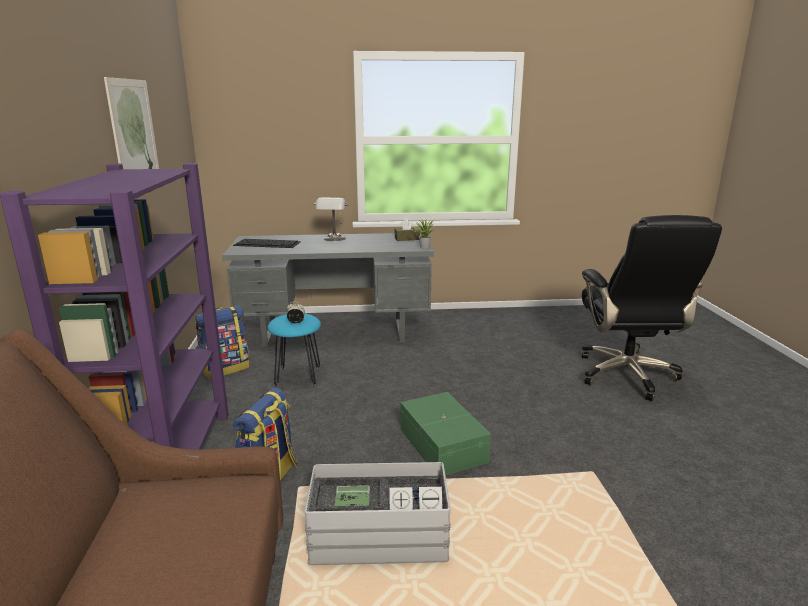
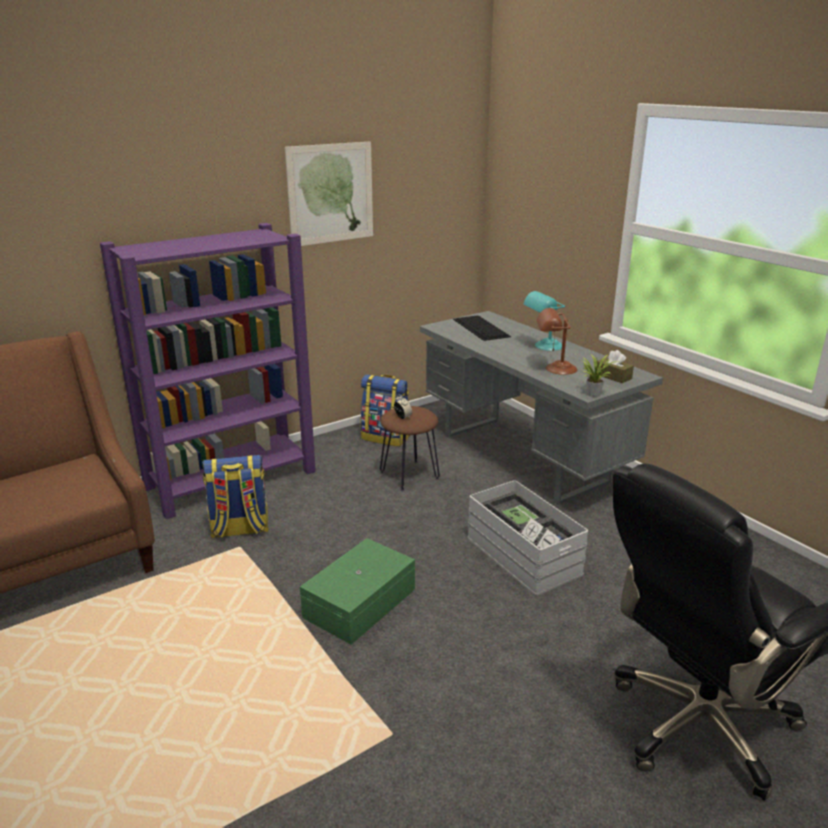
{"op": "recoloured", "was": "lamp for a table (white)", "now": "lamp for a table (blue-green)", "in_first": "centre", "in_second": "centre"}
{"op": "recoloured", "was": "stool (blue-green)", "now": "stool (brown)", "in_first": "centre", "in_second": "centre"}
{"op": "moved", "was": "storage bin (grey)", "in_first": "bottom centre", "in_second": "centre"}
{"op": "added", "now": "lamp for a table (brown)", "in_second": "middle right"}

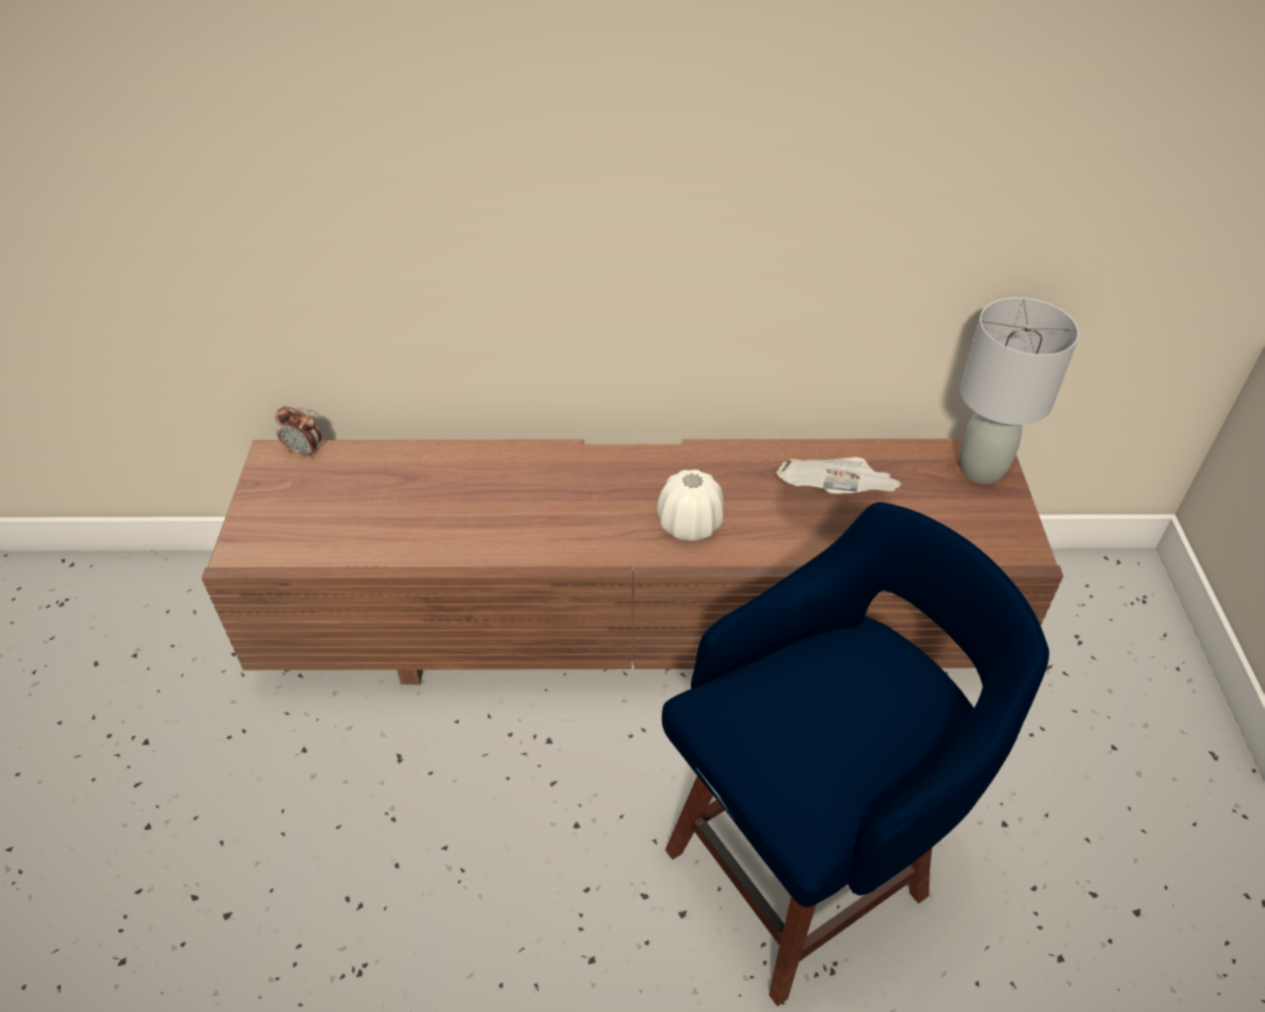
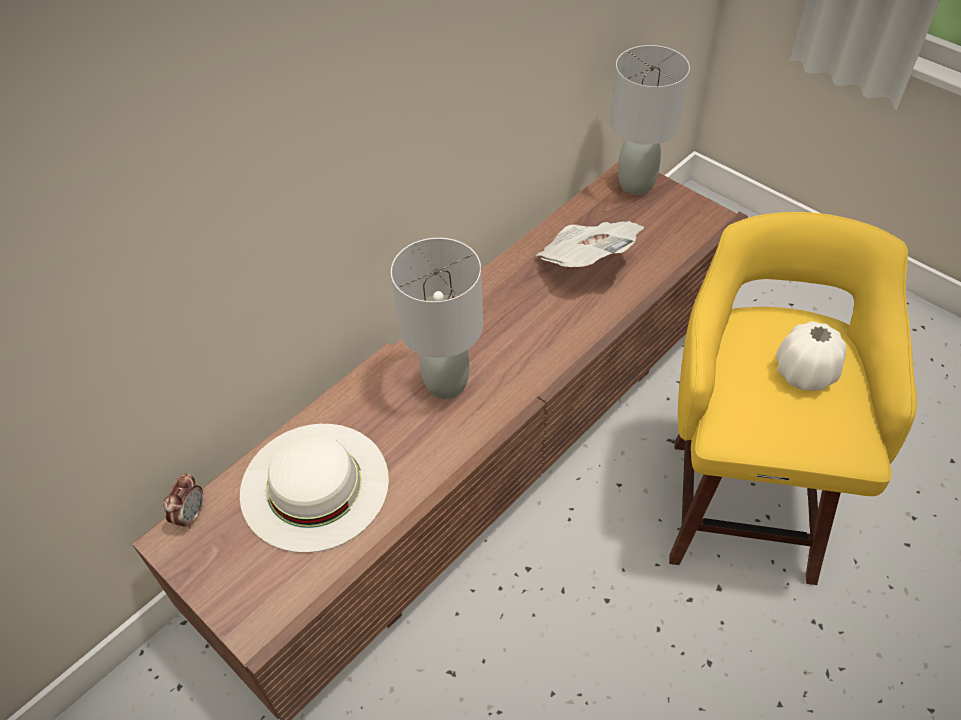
{"op": "turned", "was": "bedside clock", "in_first": "middle left", "in_second": "bottom left", "clockwise": -45}
{"op": "moved", "was": "decorative vase (white)", "in_first": "centre", "in_second": "middle right"}
{"op": "recoloured", "was": "stool (bluish)", "now": "stool (yellow-coloured)", "in_first": "bottom right", "in_second": "middle right"}
{"op": "added", "now": "lamp for a table (grey) (1st from left)", "in_second": "centre"}
{"op": "added", "now": "wearable hat (white)", "in_second": "bottom left"}

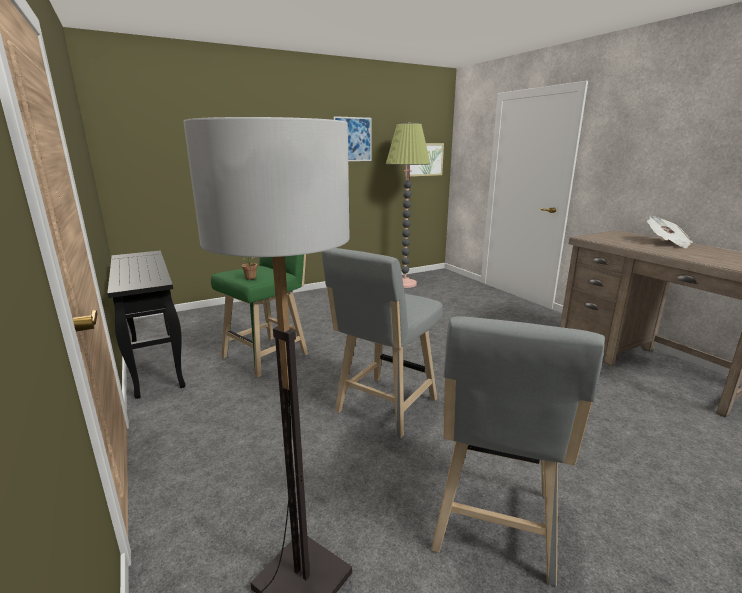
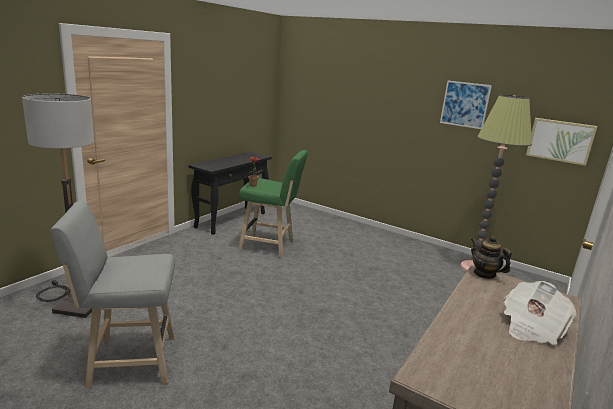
{"op": "removed", "was": "stool (grey) (1st from left)", "in_first": "centre"}
{"op": "added", "now": "pot for tea", "in_second": "middle right"}

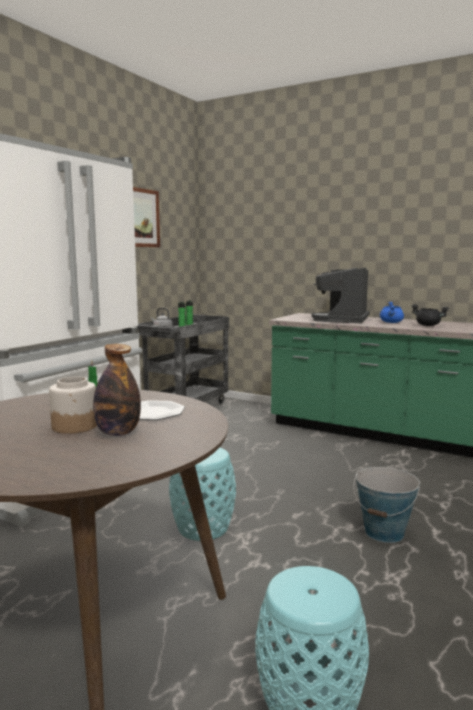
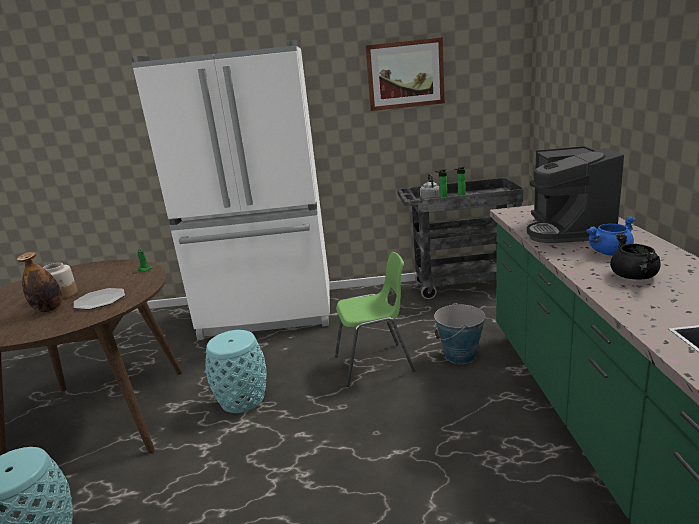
{"op": "turned", "was": "coffee brewer", "in_first": "middle right", "in_second": "middle right", "clockwise": -75}
{"op": "moved", "was": "bucket", "in_first": "bottom right", "in_second": "centre"}
{"op": "added", "now": "upright chair (green)", "in_second": "centre"}

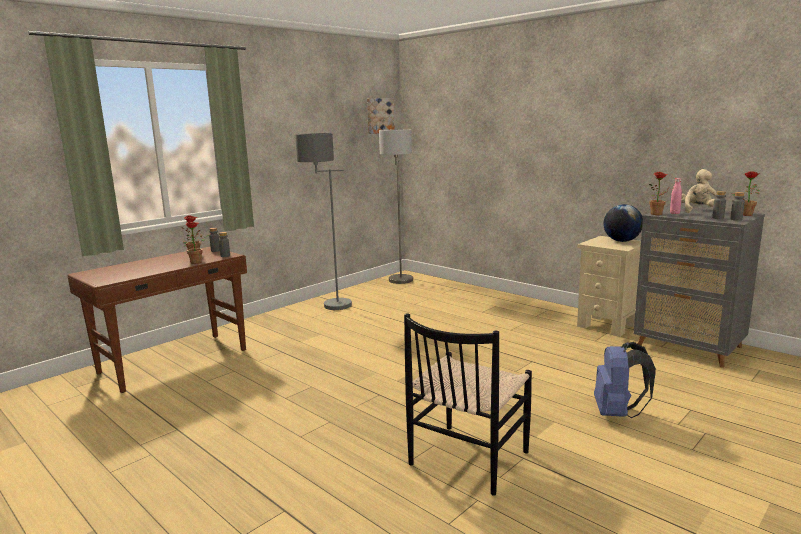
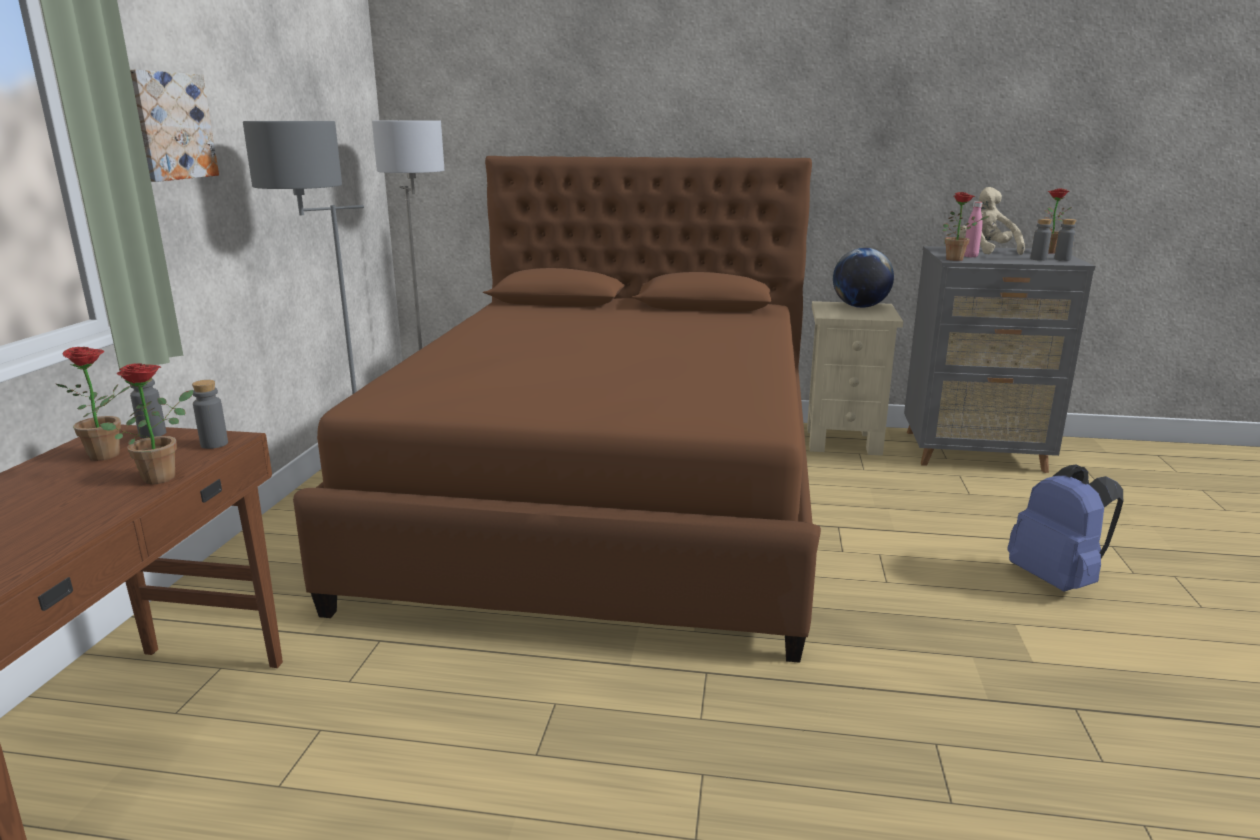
{"op": "moved", "was": "picture", "in_first": "top centre", "in_second": "top left"}
{"op": "removed", "was": "upright chair (black)", "in_first": "bottom centre"}
{"op": "added", "now": "sleeping bed (brown)", "in_second": "centre"}

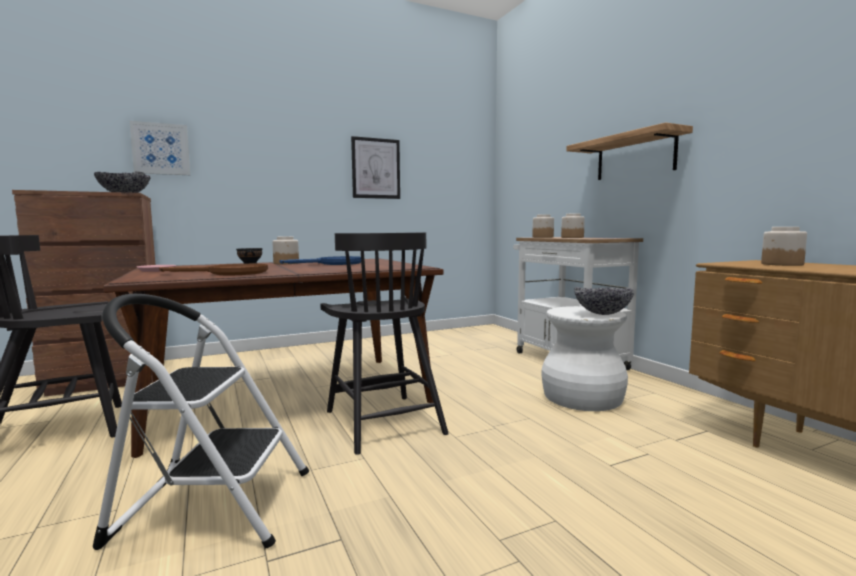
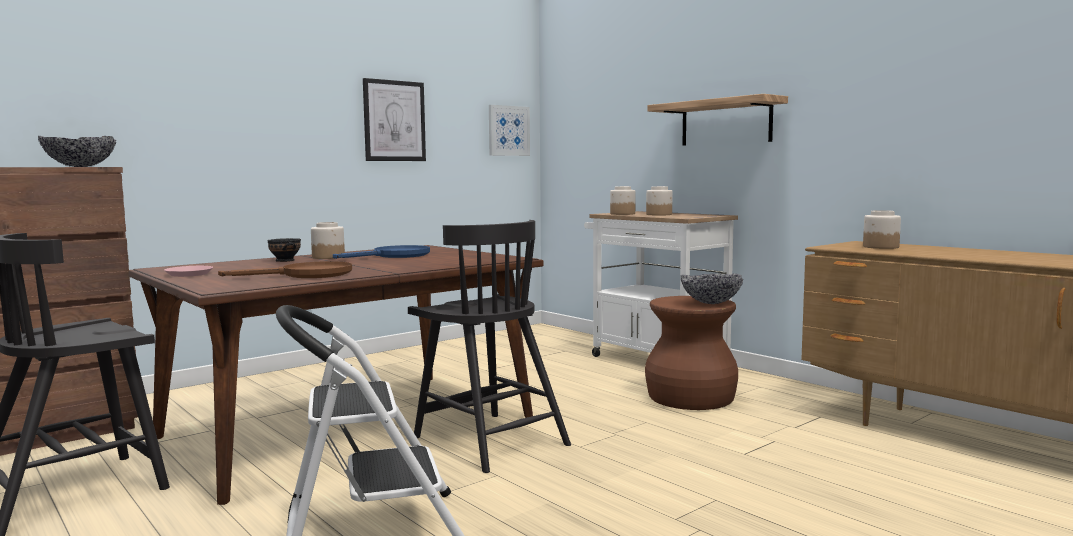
{"op": "moved", "was": "picture (1st from left in the first image)", "now": "picture (2nd from left)", "in_first": "top left", "in_second": "top centre"}
{"op": "recoloured", "was": "stool (white)", "now": "stool (brown)", "in_first": "middle right", "in_second": "centre"}

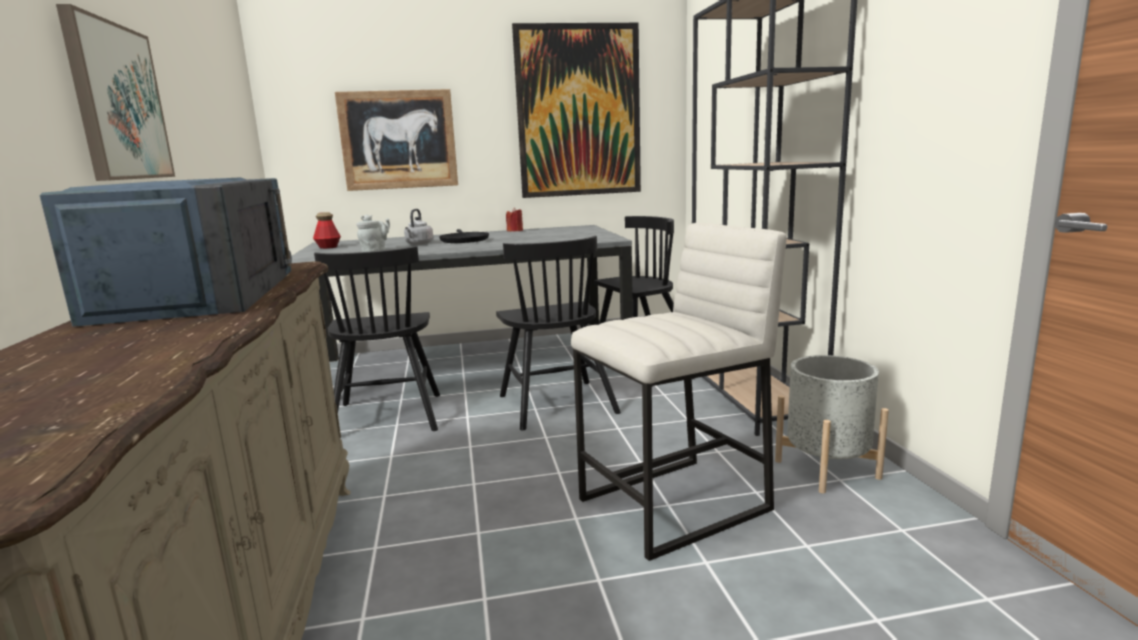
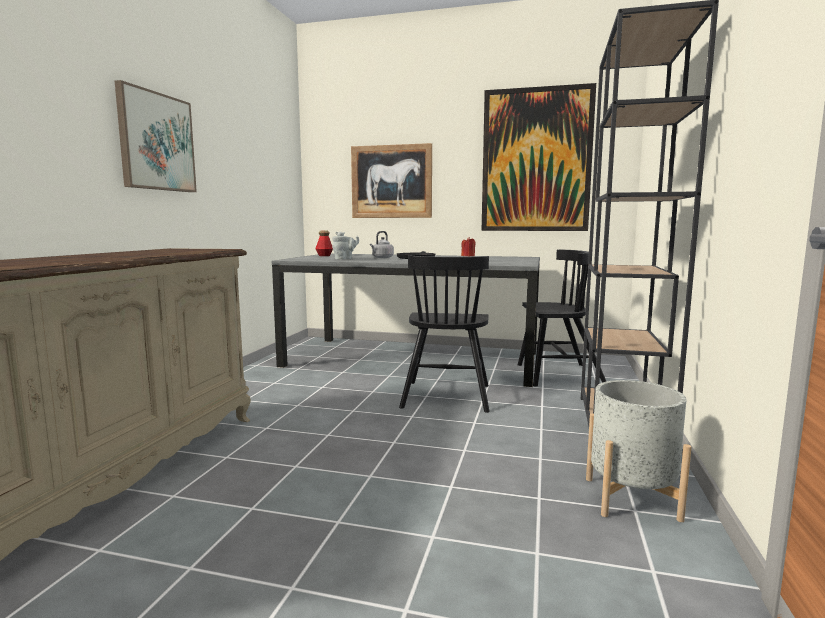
{"op": "removed", "was": "microwave (bluish)", "in_first": "middle left"}
{"op": "removed", "was": "stool (sand-coloured)", "in_first": "centre"}
{"op": "removed", "was": "upright chair (black) (1st from left)", "in_first": "middle left"}

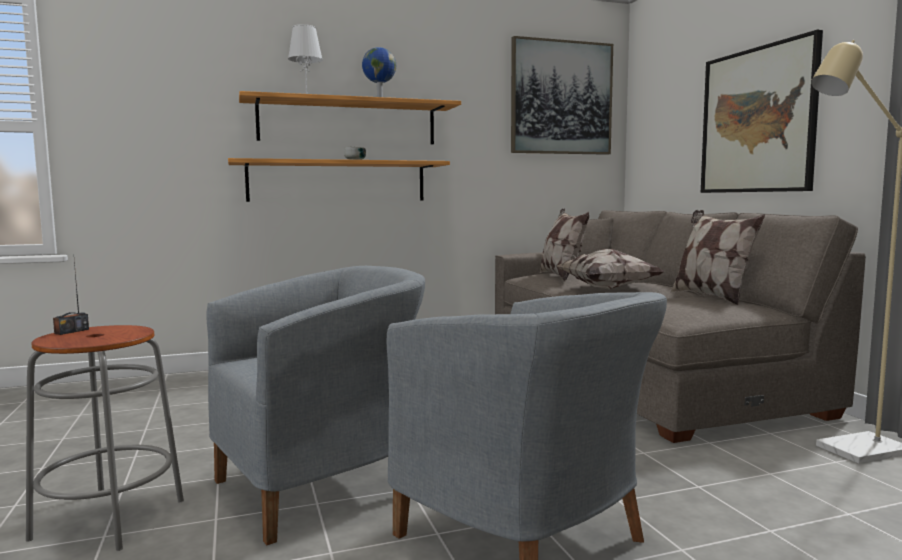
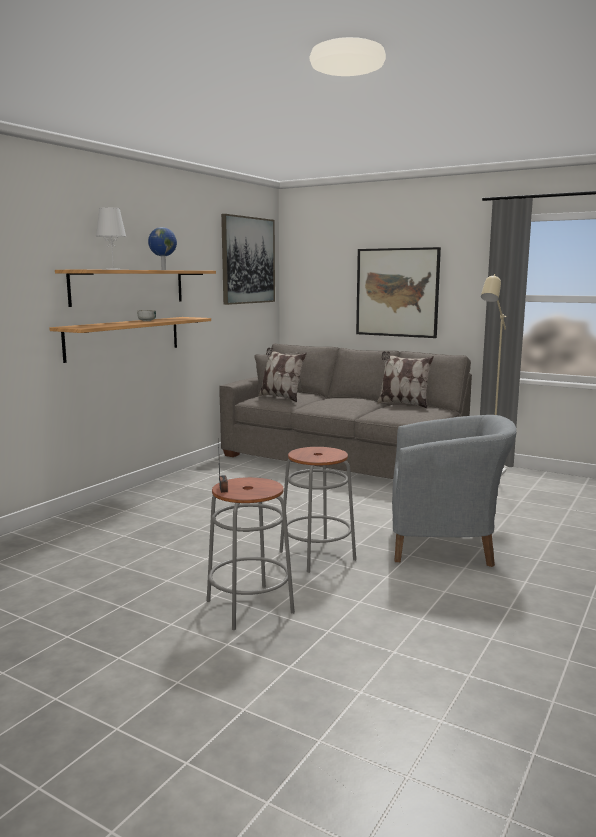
{"op": "removed", "was": "throw pillow (2nd from left)", "in_first": "middle right"}
{"op": "replaced", "was": "easy chair (grey) (1st from left)", "now": "stool (grey) (2nd from left)", "in_first": "bottom centre", "in_second": "centre"}

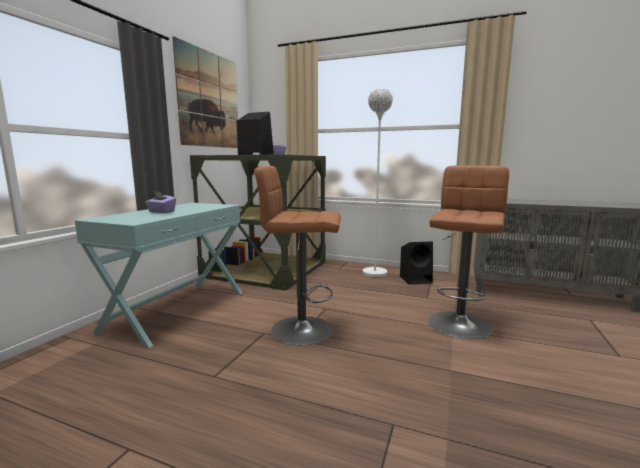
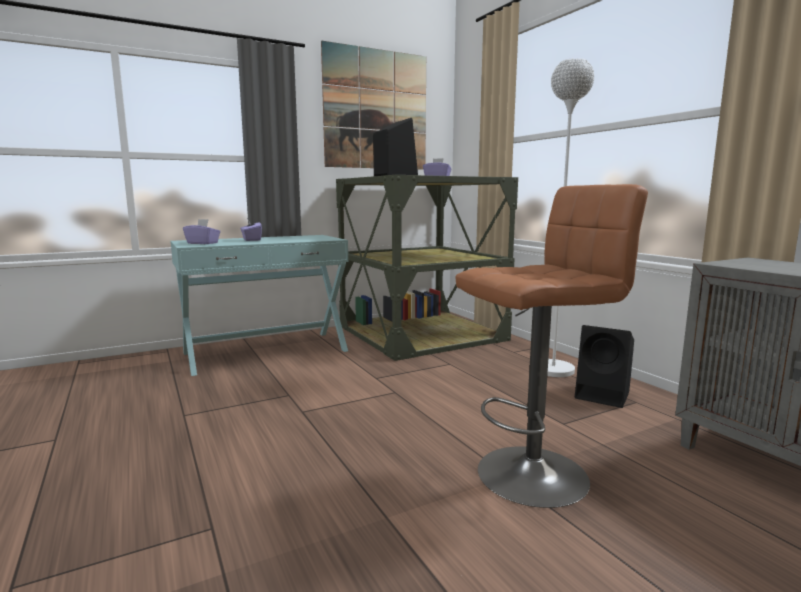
{"op": "removed", "was": "stool (brown) (1st from left)", "in_first": "centre"}
{"op": "added", "now": "tissue box (purple-coloured) (1st from left)", "in_second": "middle left"}

